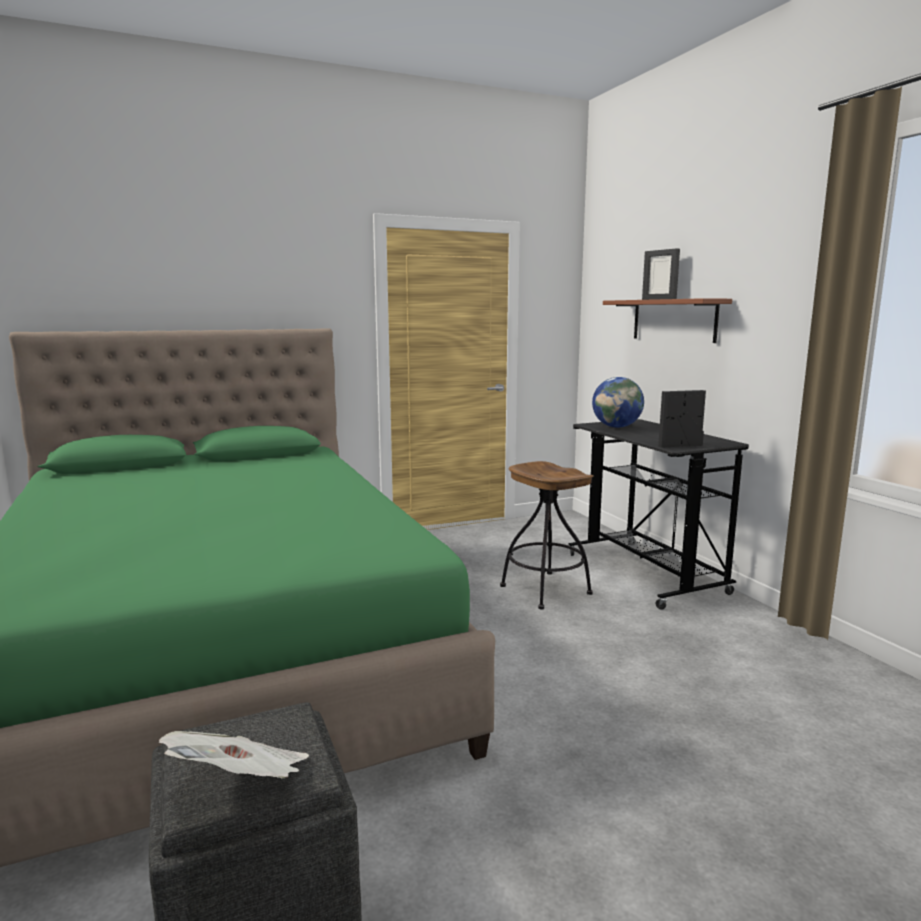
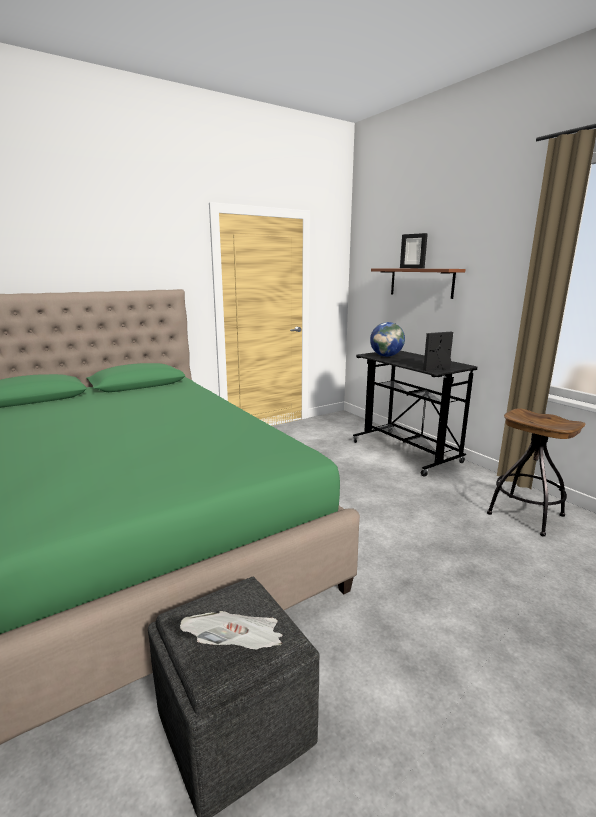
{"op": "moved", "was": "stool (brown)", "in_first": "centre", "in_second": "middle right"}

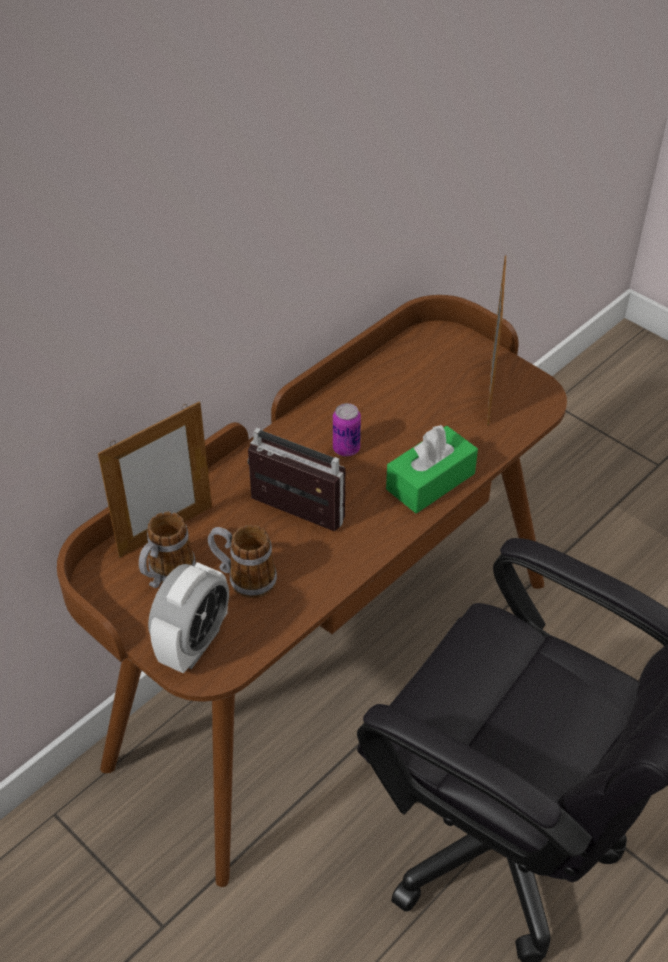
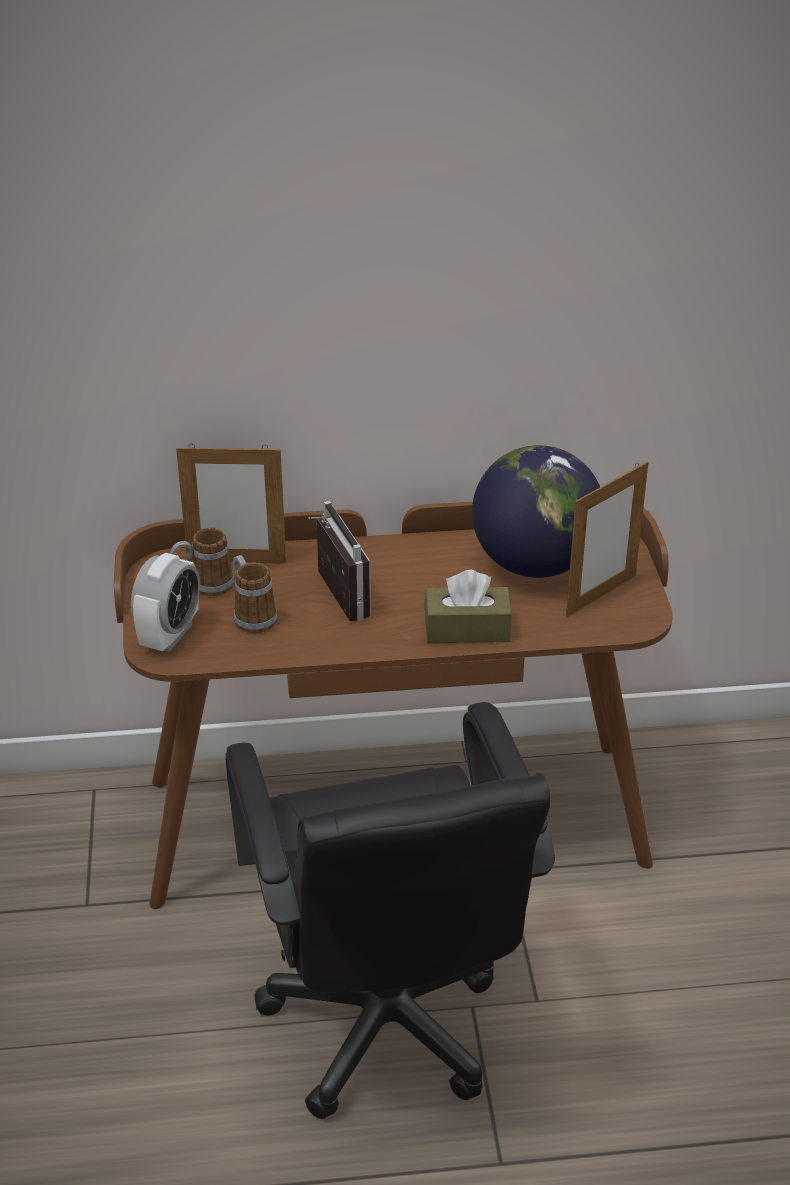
{"op": "removed", "was": "metal can", "in_first": "centre"}
{"op": "recoloured", "was": "tissue box (green)", "now": "tissue box (brown)", "in_first": "centre", "in_second": "centre"}
{"op": "turned", "was": "bedside clock", "in_first": "middle left", "in_second": "middle left", "clockwise": -45}
{"op": "added", "now": "globe", "in_second": "middle right"}

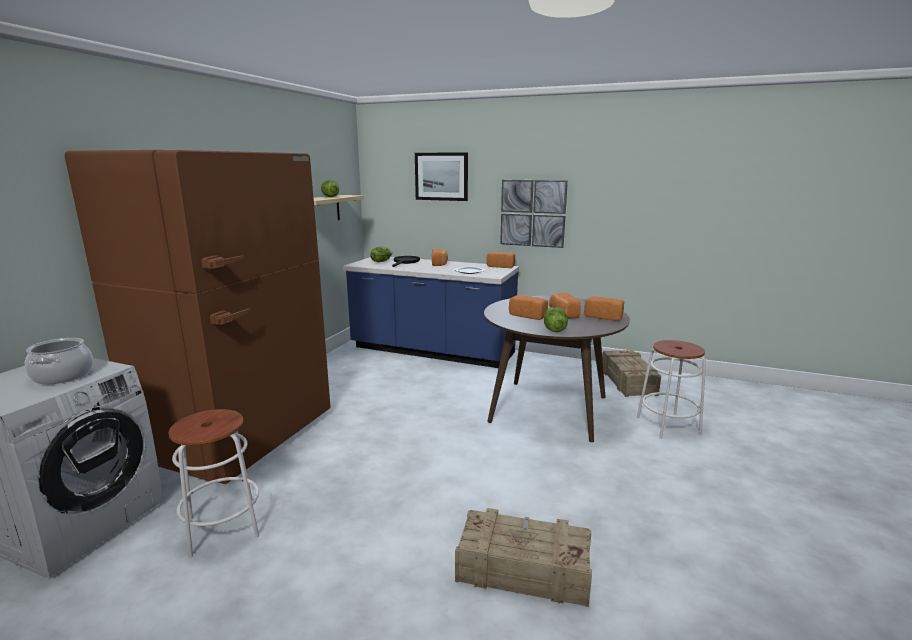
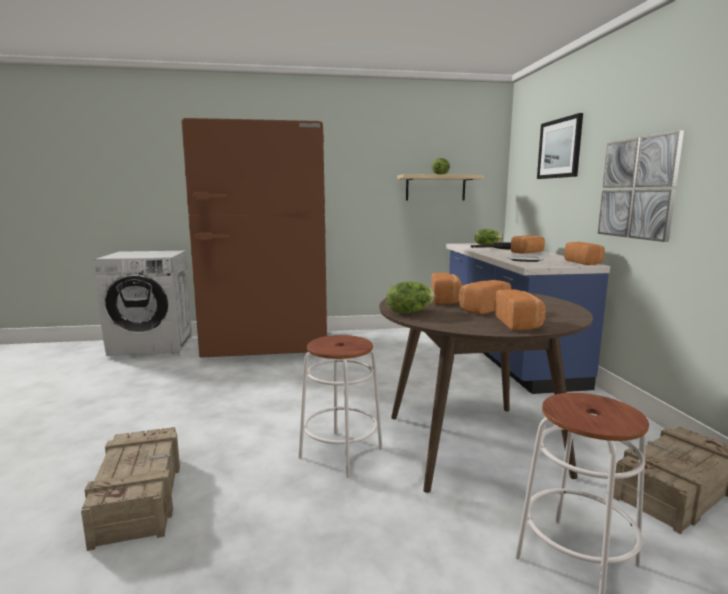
{"op": "removed", "was": "saucepot", "in_first": "middle left"}
{"op": "moved", "was": "stool (white) (1st from left)", "in_first": "bottom left", "in_second": "bottom centre"}

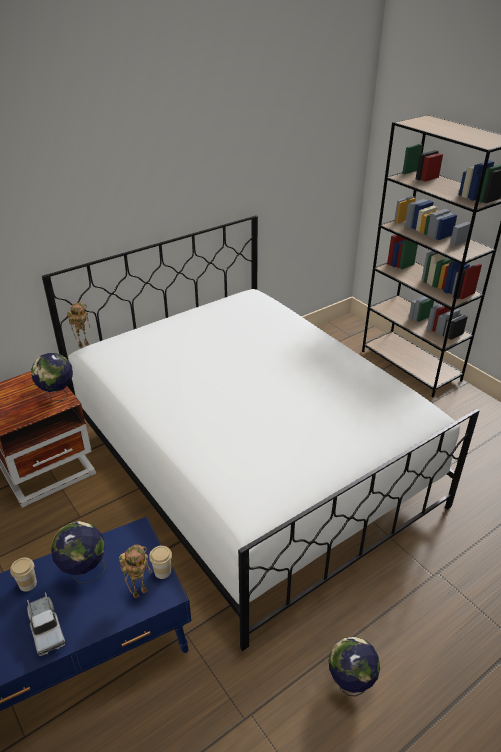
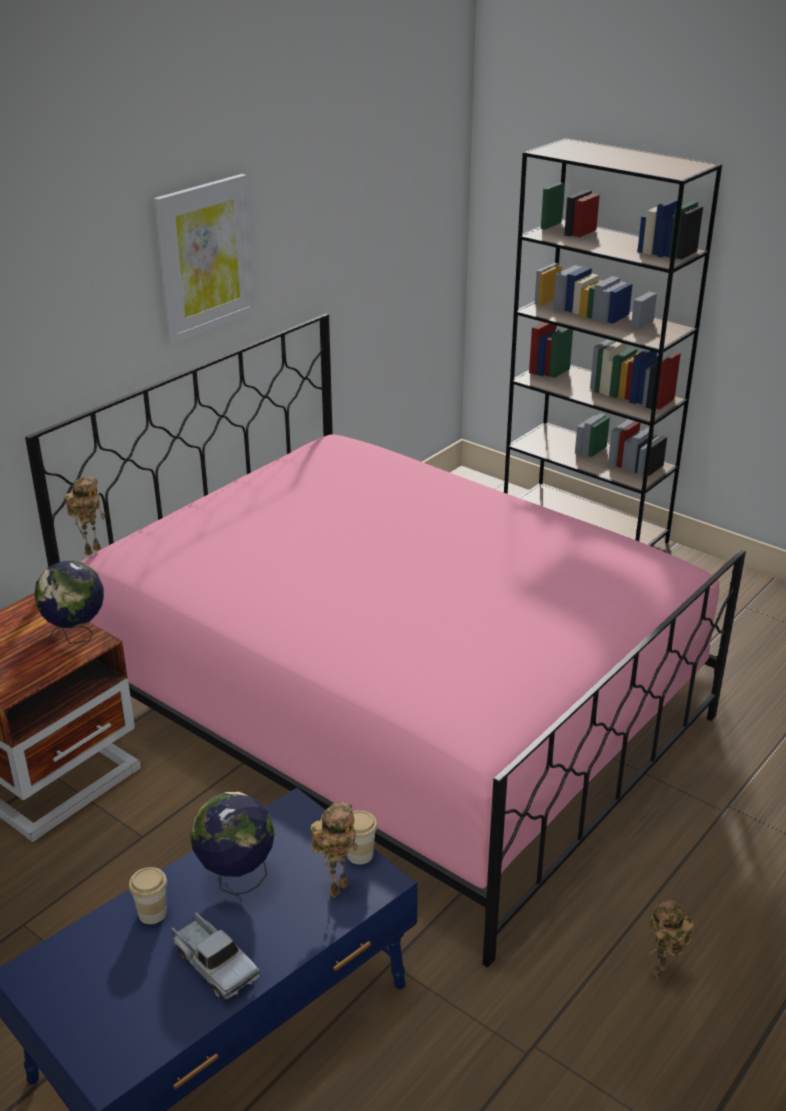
{"op": "recoloured", "was": "sleeping bed (white)", "now": "sleeping bed (pink)", "in_first": "centre", "in_second": "centre"}
{"op": "replaced", "was": "globe (3rd from left)", "now": "model robot (3rd from left)", "in_first": "bottom right", "in_second": "bottom right"}
{"op": "added", "now": "picture", "in_second": "top left"}

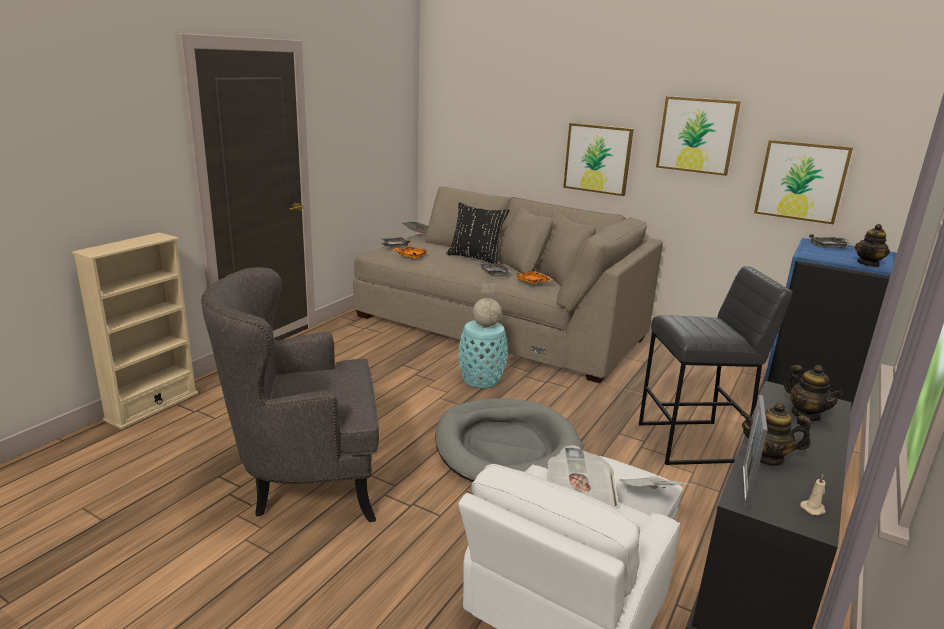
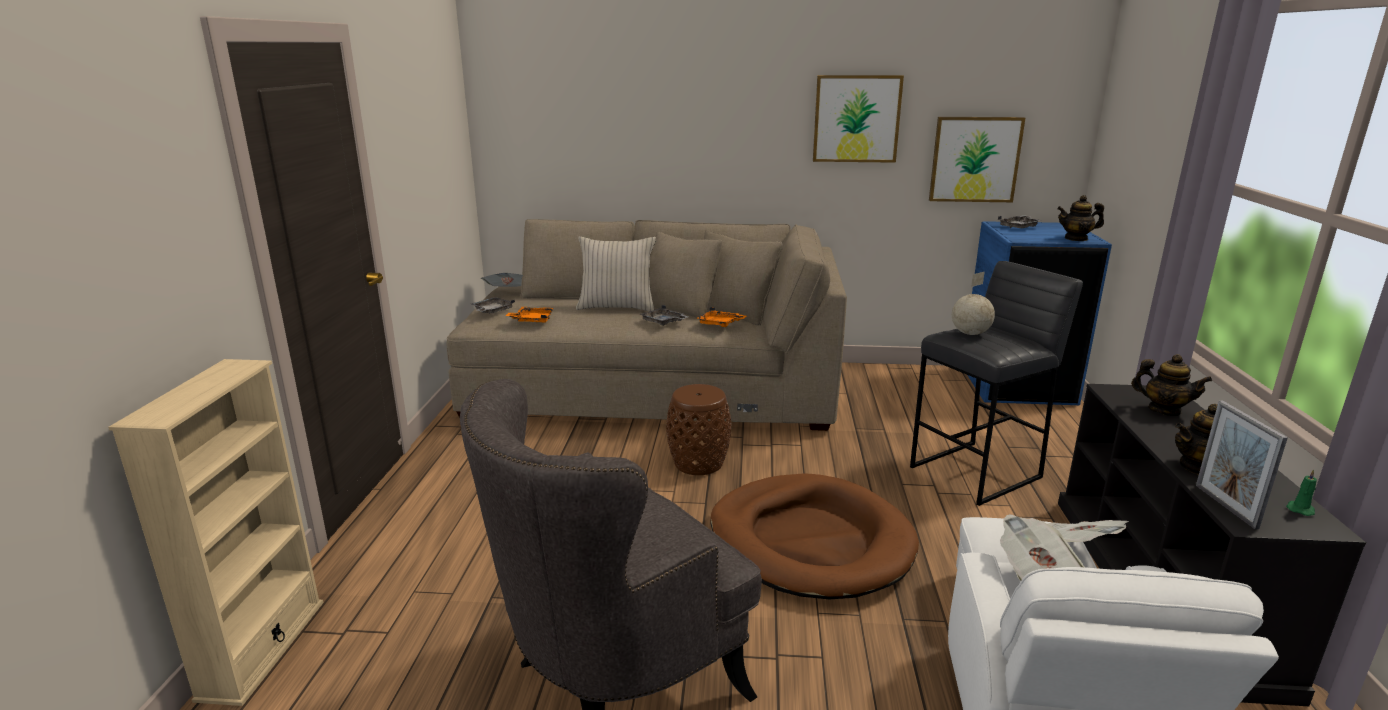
{"op": "removed", "was": "picture (1st from left)", "in_first": "top centre"}
{"op": "recoloured", "was": "throw pillow (black)", "now": "throw pillow (sand-coloured)", "in_first": "centre", "in_second": "centre"}
{"op": "turned", "was": "pot for tea (3rd from left in the first image)", "in_first": "middle right", "in_second": "top right", "clockwise": 75}
{"op": "moved", "was": "globe", "in_first": "centre", "in_second": "middle right"}
{"op": "recoloured", "was": "stool (blue-green)", "now": "stool (brown)", "in_first": "centre", "in_second": "centre"}
{"op": "recoloured", "was": "dog bed (grey)", "now": "dog bed (brown)", "in_first": "bottom centre", "in_second": "bottom centre"}
{"op": "recoloured", "was": "candle (sand-coloured)", "now": "candle (green)", "in_first": "bottom right", "in_second": "bottom right"}

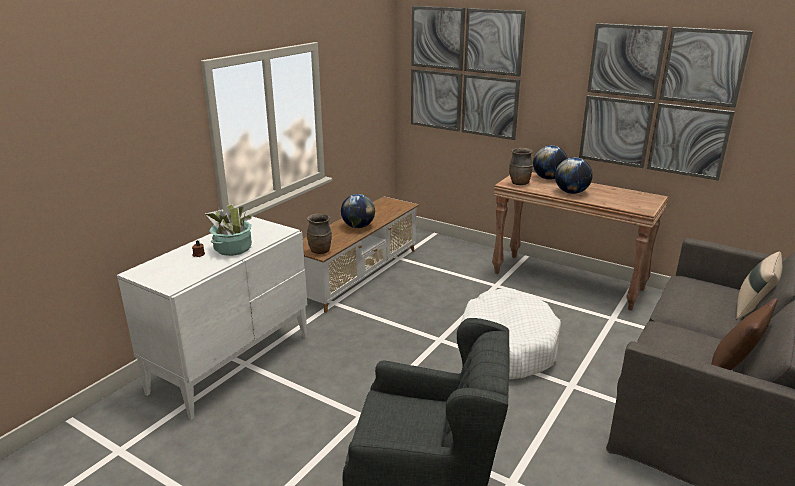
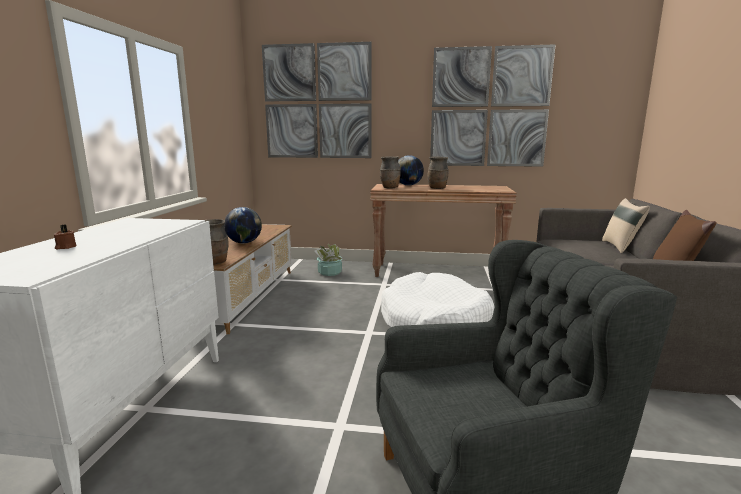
{"op": "replaced", "was": "globe (3rd from left)", "now": "decorative vase (brown) (3rd from left)", "in_first": "middle right", "in_second": "centre"}
{"op": "moved", "was": "houseplant", "in_first": "middle left", "in_second": "centre"}

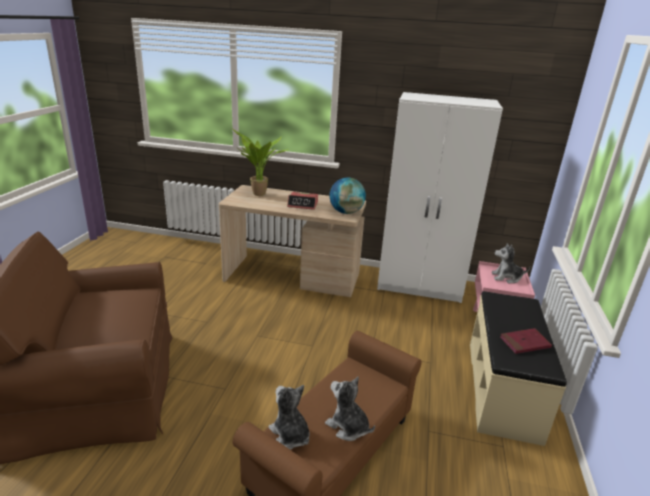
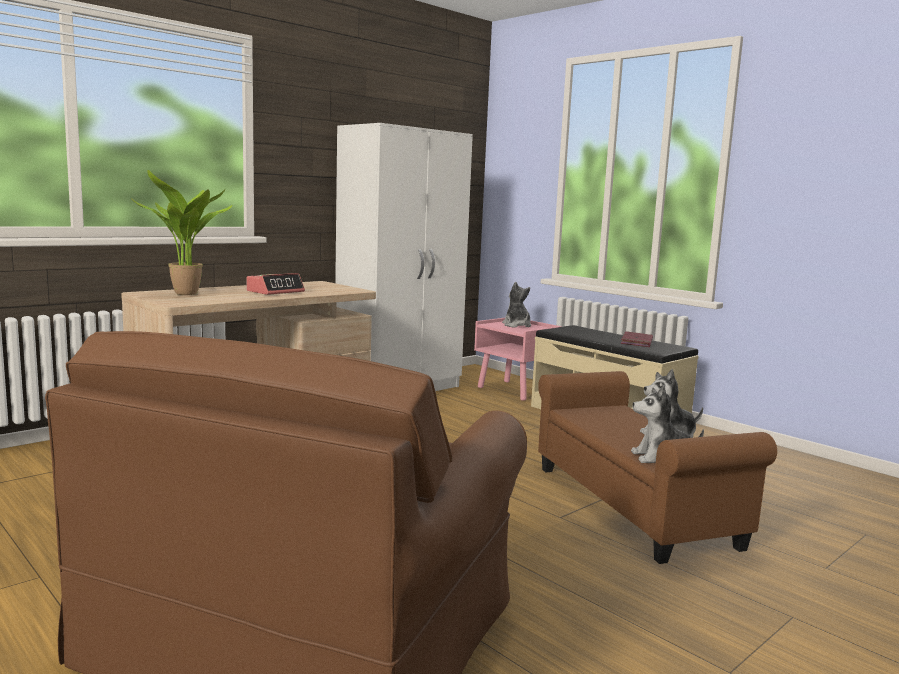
{"op": "removed", "was": "globe", "in_first": "centre"}
{"op": "turned", "was": "plush toy (3rd from left in the first image)", "in_first": "middle right", "in_second": "centre", "clockwise": 120}

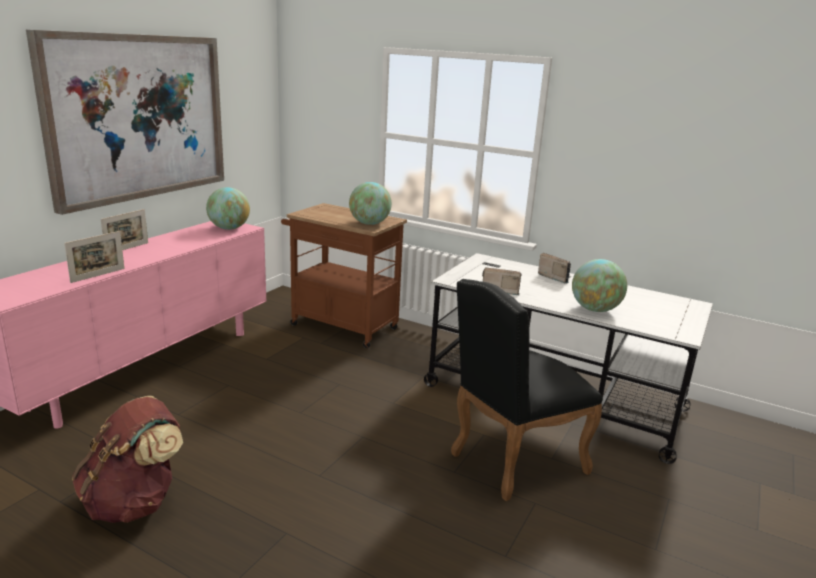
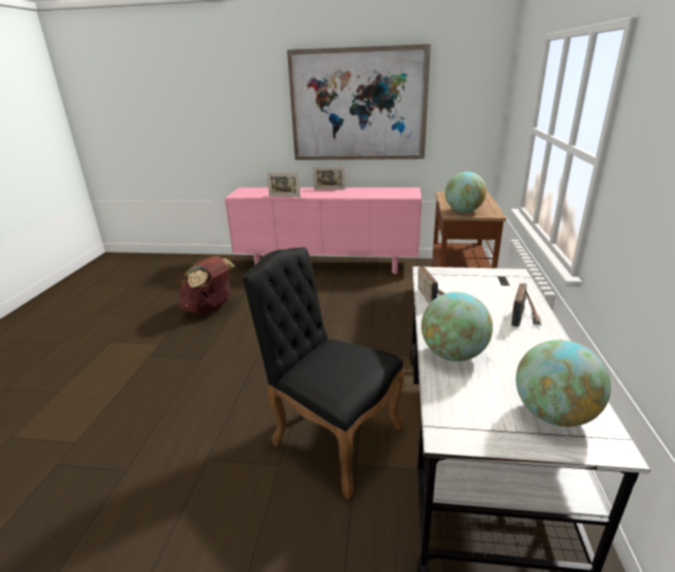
{"op": "moved", "was": "globe (1st from left in the first image)", "now": "globe (3rd from left)", "in_first": "middle left", "in_second": "bottom right"}

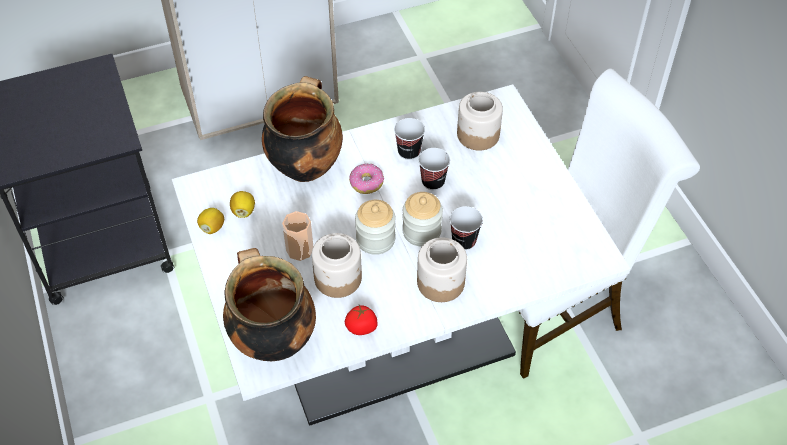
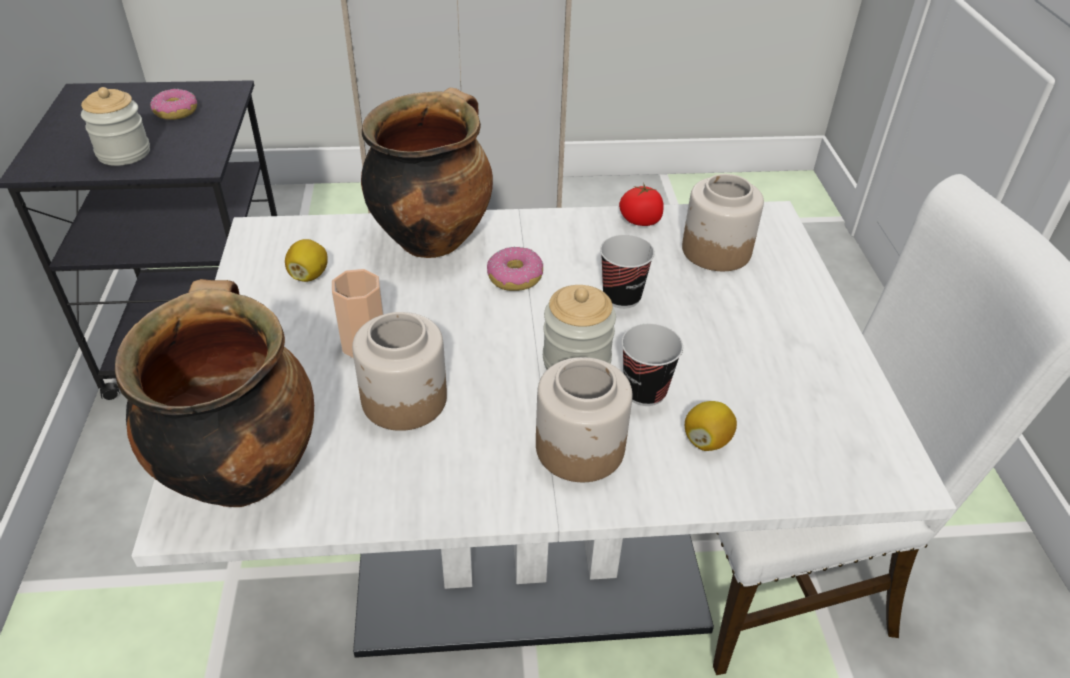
{"op": "removed", "was": "cup (2nd from left)", "in_first": "top centre"}
{"op": "moved", "was": "preserve jar (2nd from left in the first image)", "now": "preserve jar (1st from left)", "in_first": "centre", "in_second": "top left"}
{"op": "moved", "was": "whole lemon (1st from left in the first image)", "now": "whole lemon (2nd from left)", "in_first": "middle left", "in_second": "centre"}
{"op": "moved", "was": "whole tomato", "in_first": "bottom centre", "in_second": "top centre"}
{"op": "added", "now": "donut (1st from left)", "in_second": "top left"}

